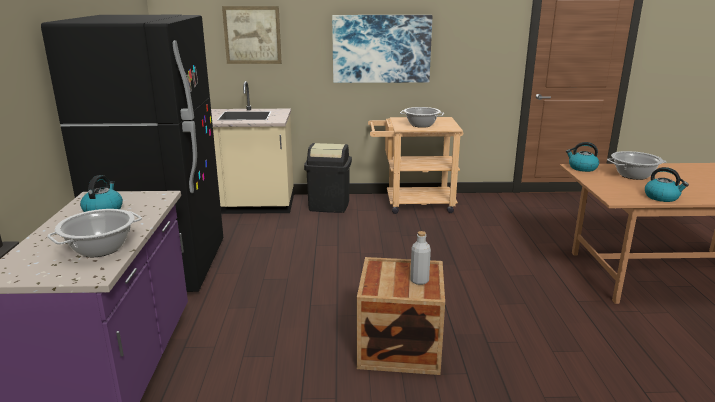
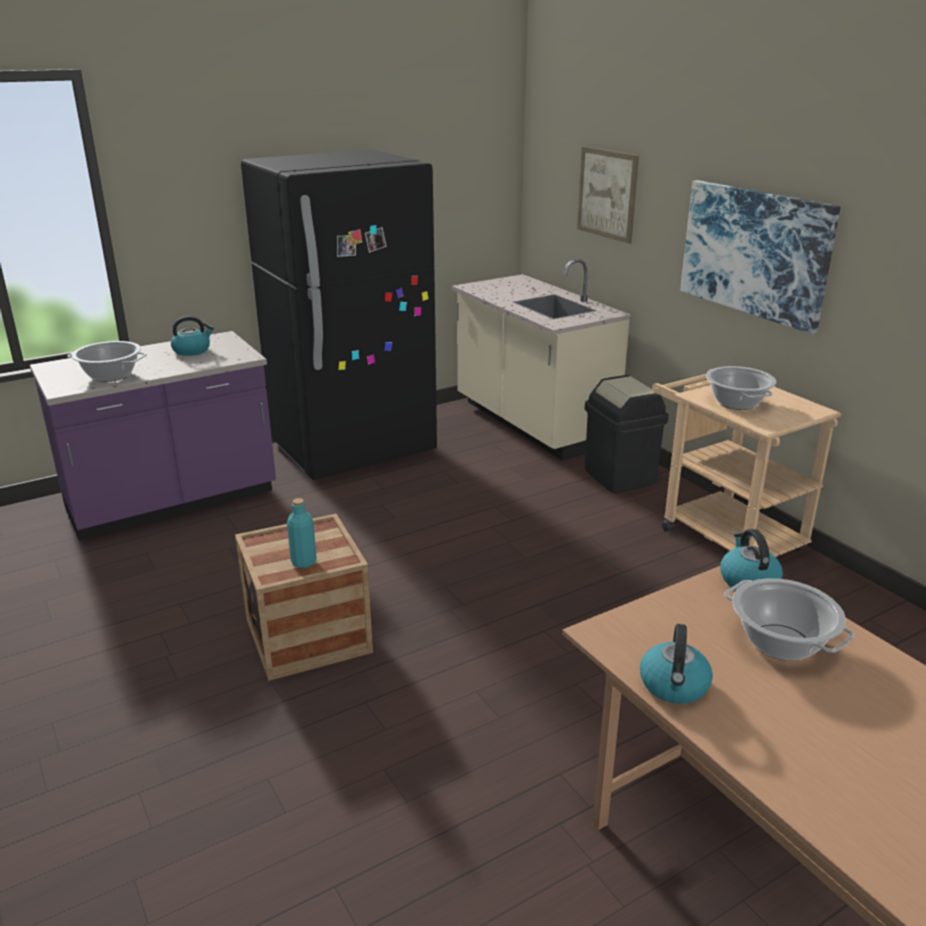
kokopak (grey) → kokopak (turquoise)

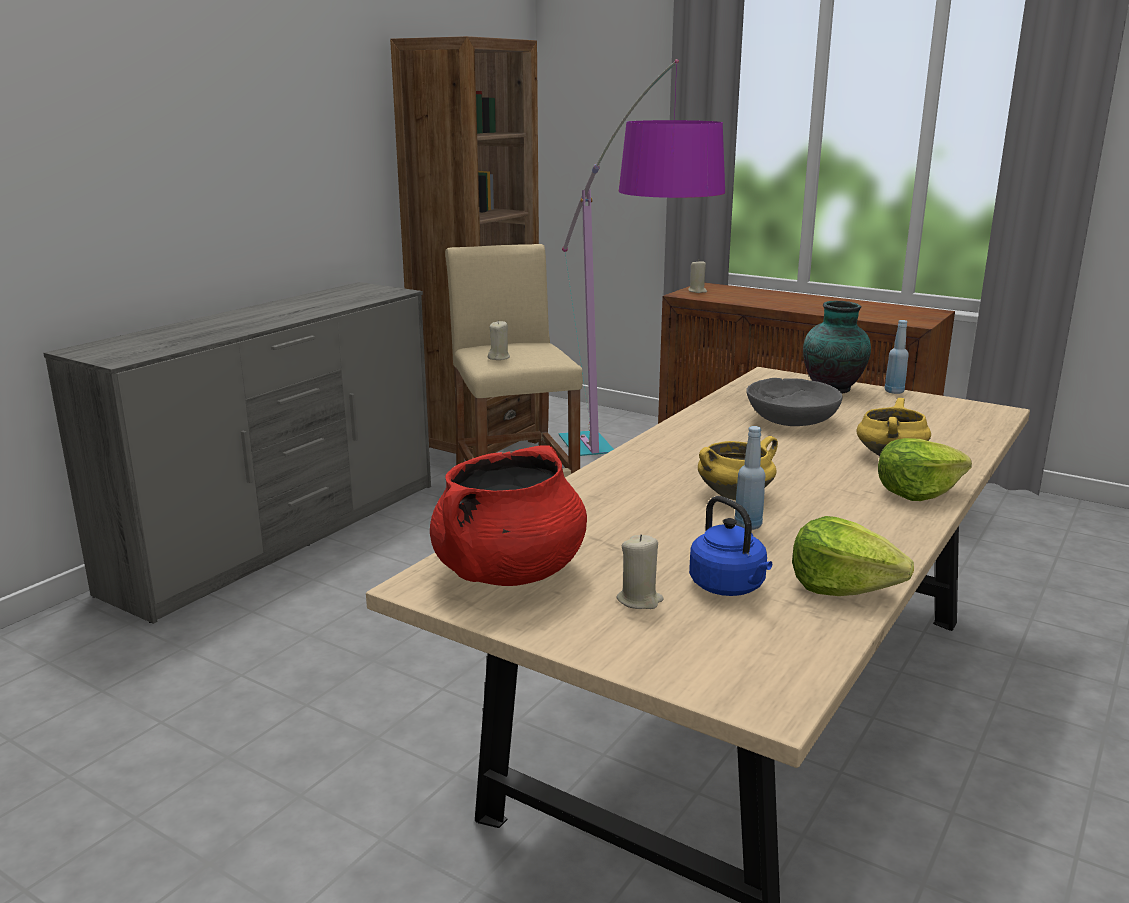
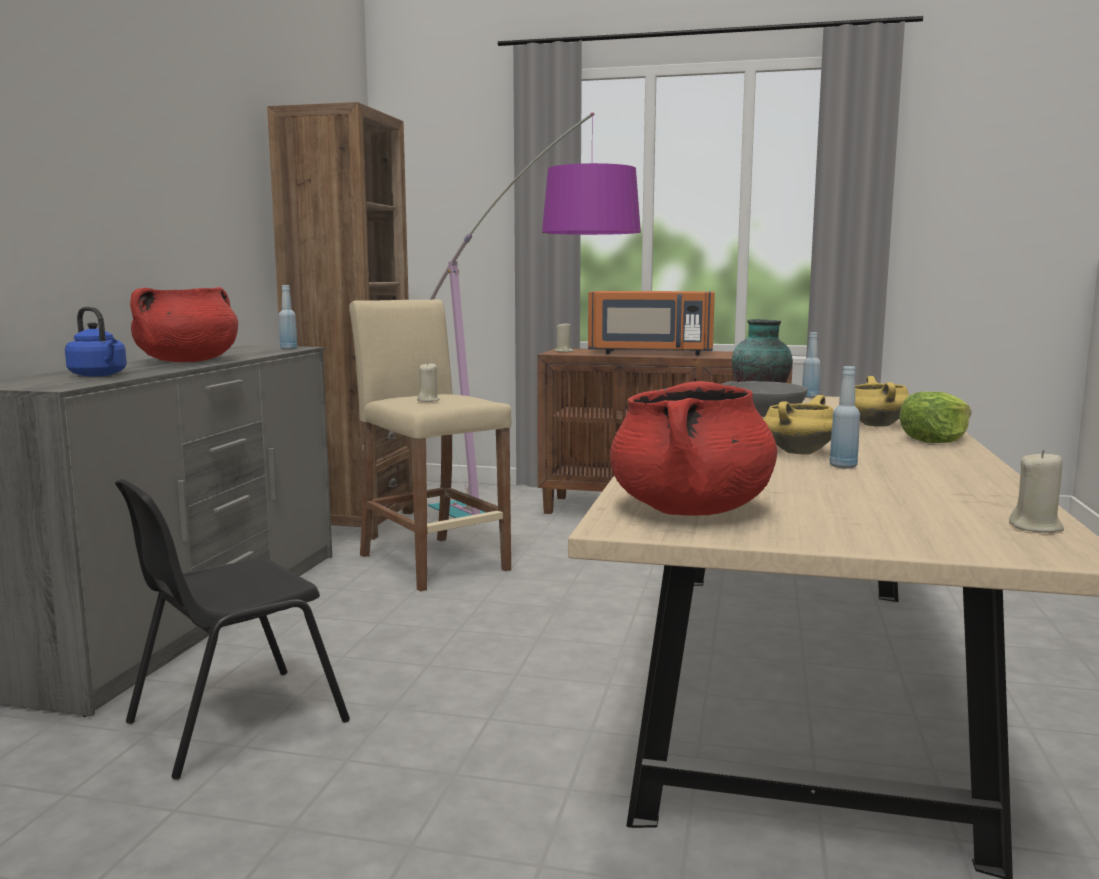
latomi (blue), move
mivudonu (1st from left) → -
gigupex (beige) (2nd from left in the first image) → gigupex (beige) (3rd from left), move
- → kokopak (blue) (1st from left)
- → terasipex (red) (1st from left)
- → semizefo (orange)
- → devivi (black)

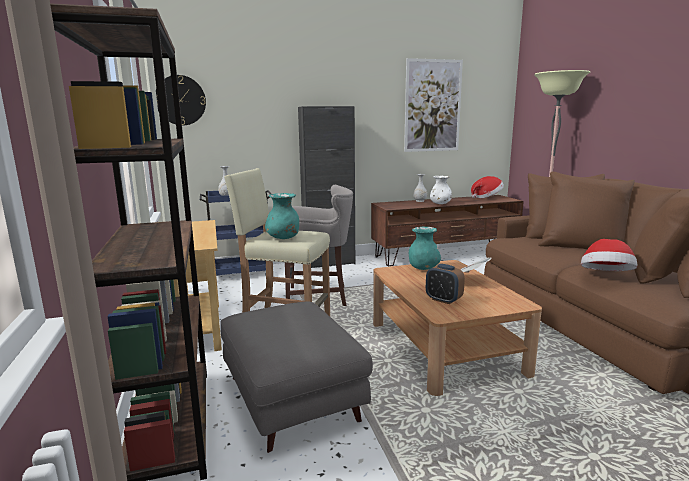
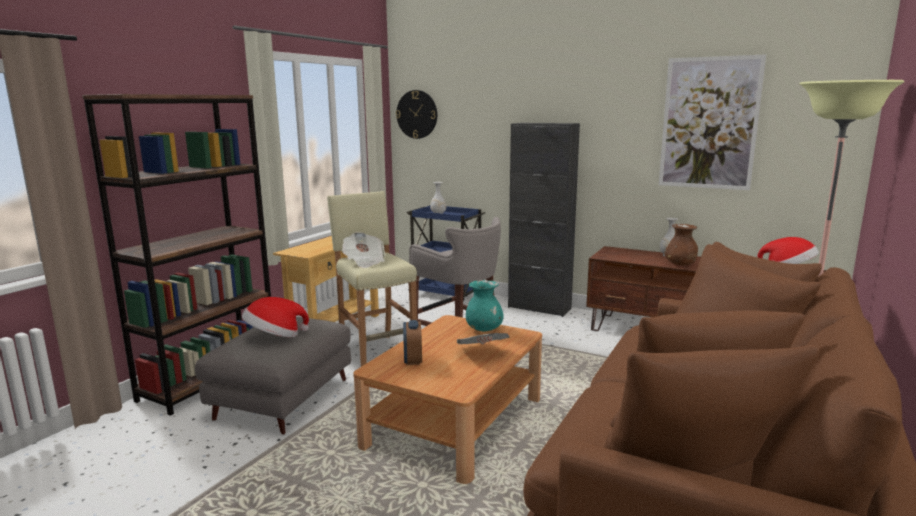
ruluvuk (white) (3rd from left) → ruluvuk (brown)
ruluvuk (turquoise) (1st from left) → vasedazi (1st from left)
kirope (2nd from left in the first image) → kirope (1st from left), move

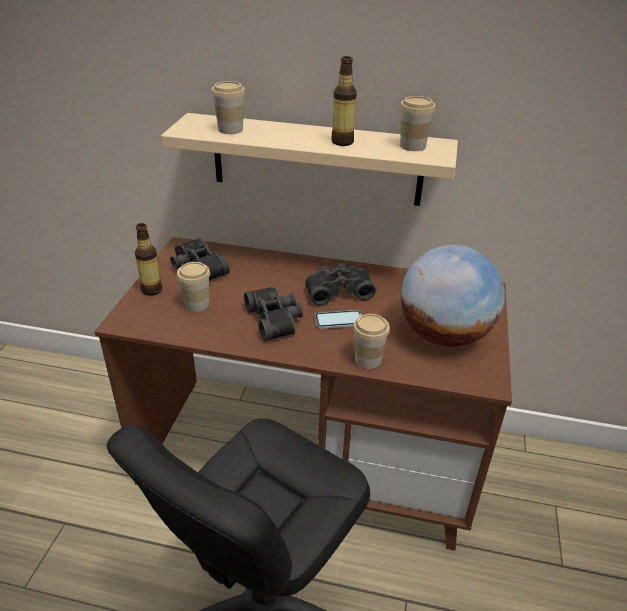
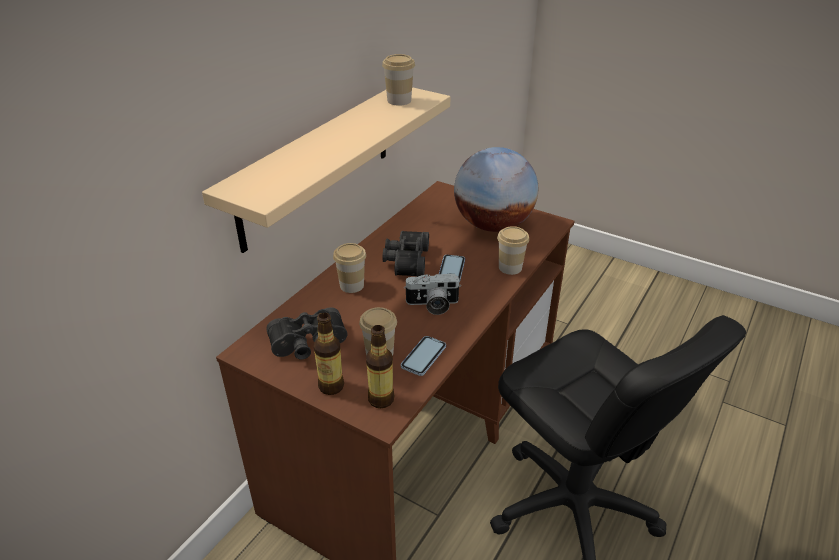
kokopak (2nd from left), move
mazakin (2nd from left in the first image) → mazakin (1st from left), move
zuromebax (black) (2nd from left) → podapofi
- → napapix (1st from left)

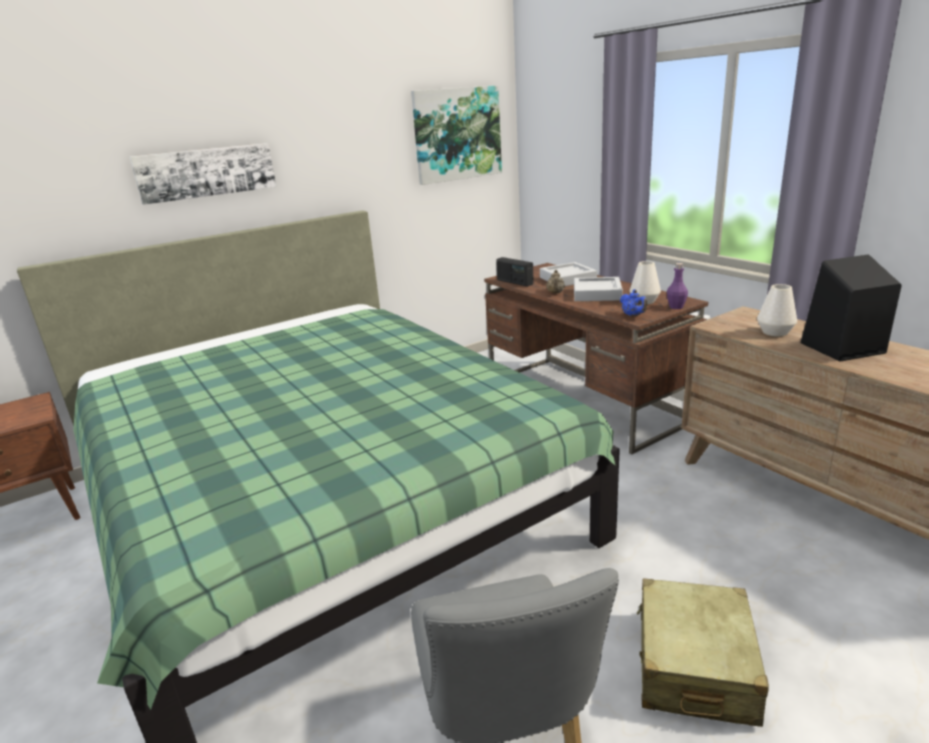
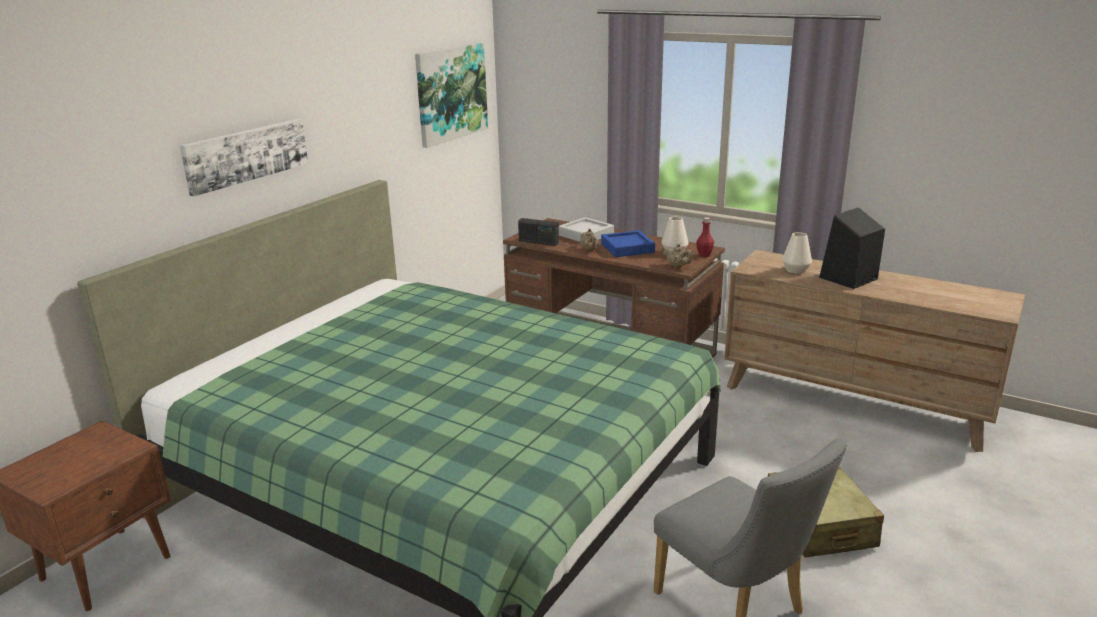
kokopak (purple) → kokopak (red)
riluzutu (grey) (2nd from left) → riluzutu (blue)
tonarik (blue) → tonarik (beige) (2nd from left)

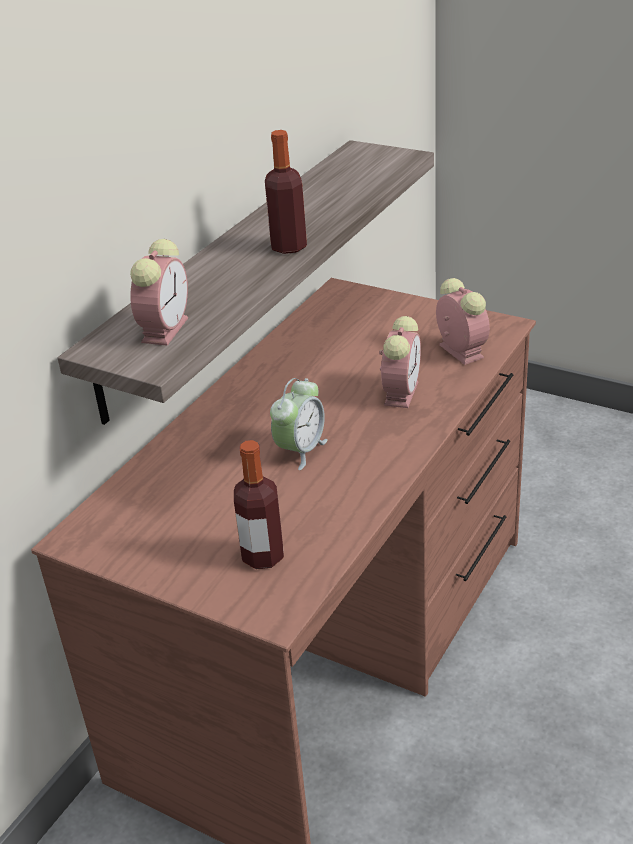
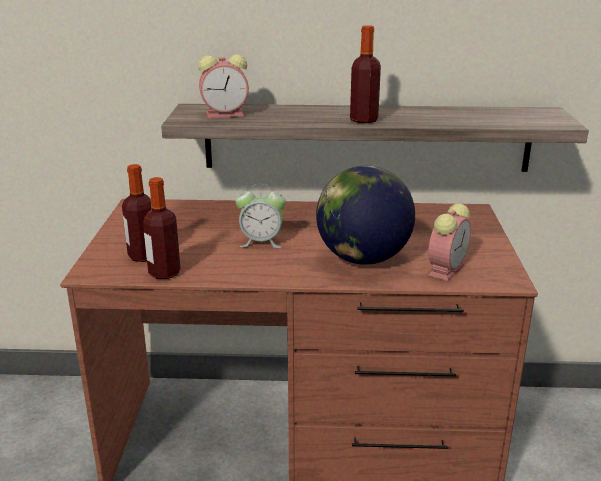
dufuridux (3rd from left) → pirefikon
- → kokopak (2nd from left)

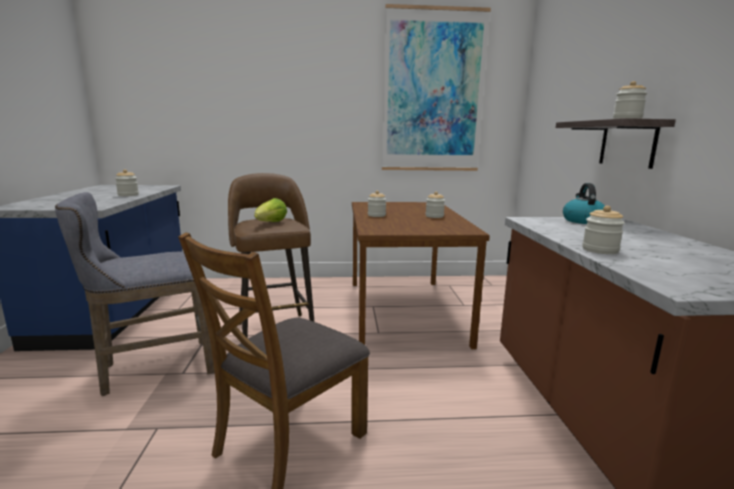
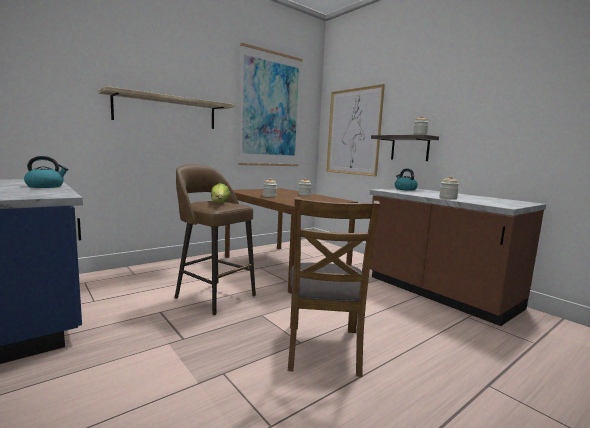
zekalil (1st from left) → latomi (1st from left)
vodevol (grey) → -
- → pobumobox (2nd from left)
- → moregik (1st from left)

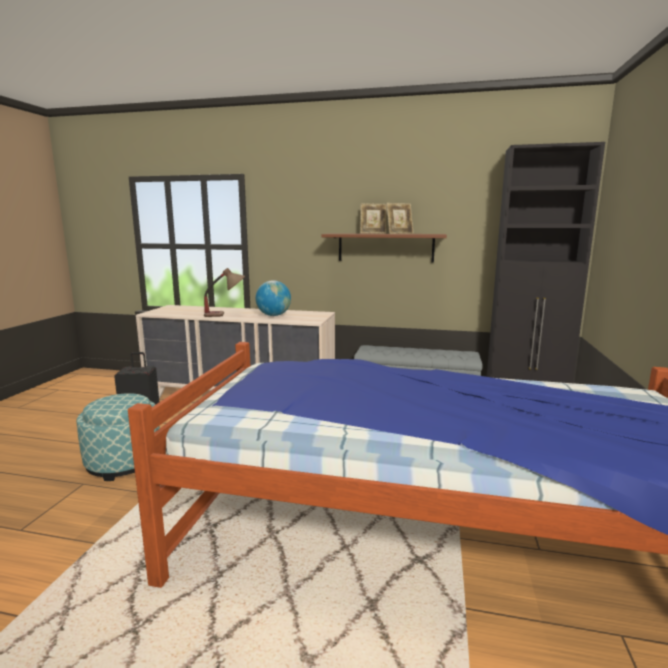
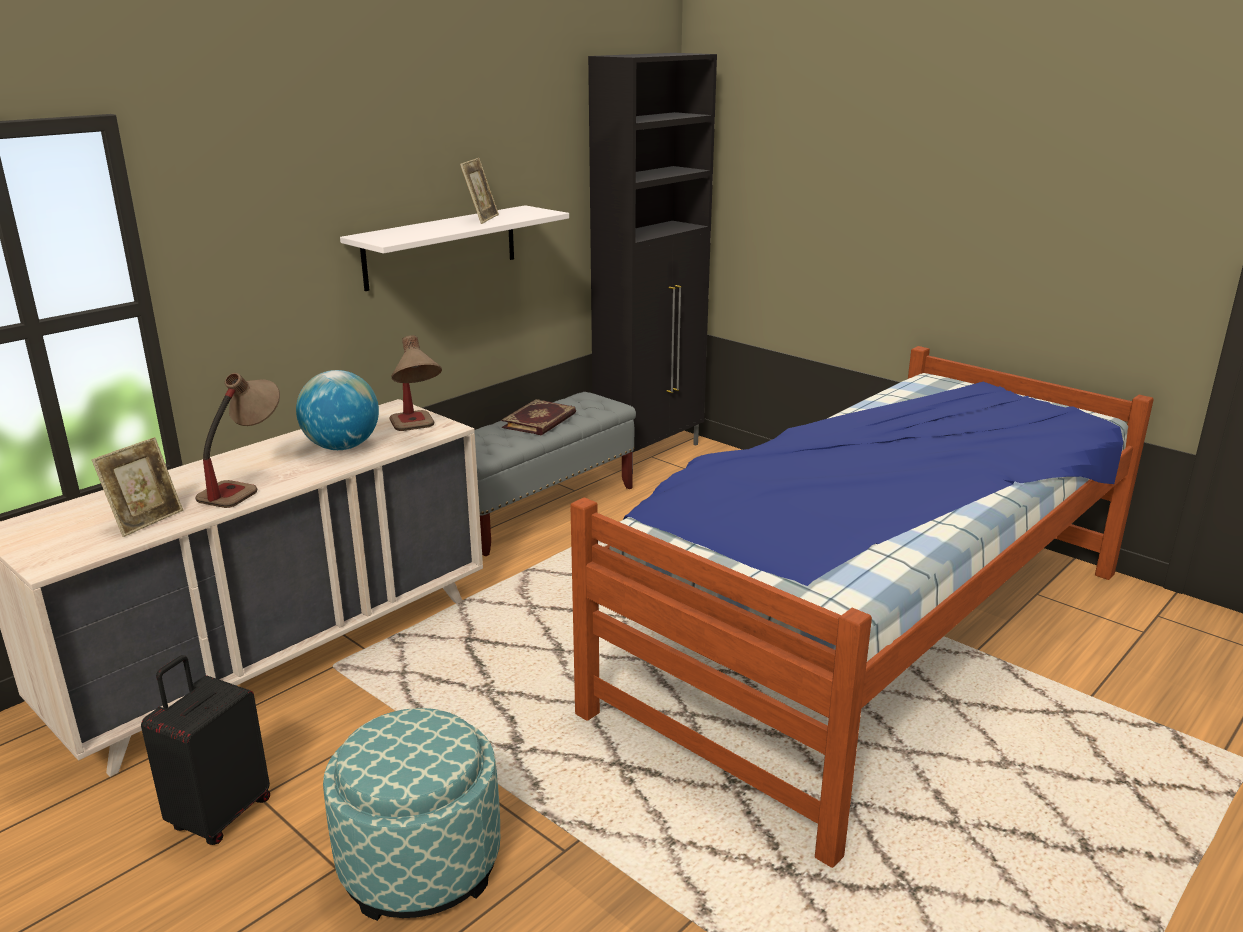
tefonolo (1st from left), move
moregik (brown) → moregik (white)
- → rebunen (2nd from left)
- → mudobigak

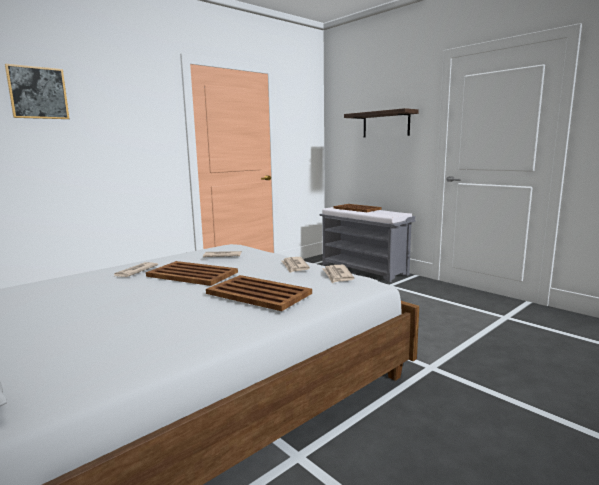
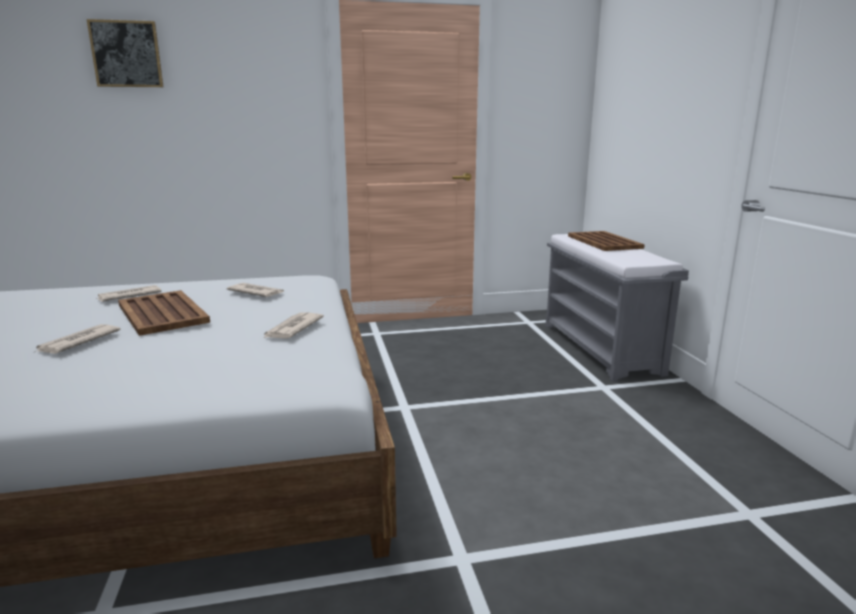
moregik → -
vasedazi (4th from left in the first image) → vasedazi (1st from left), move
riluzutu (brown) (2nd from left) → -

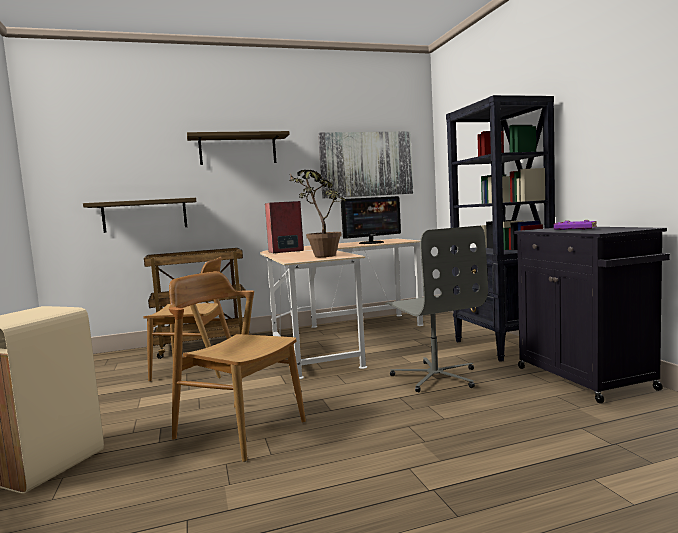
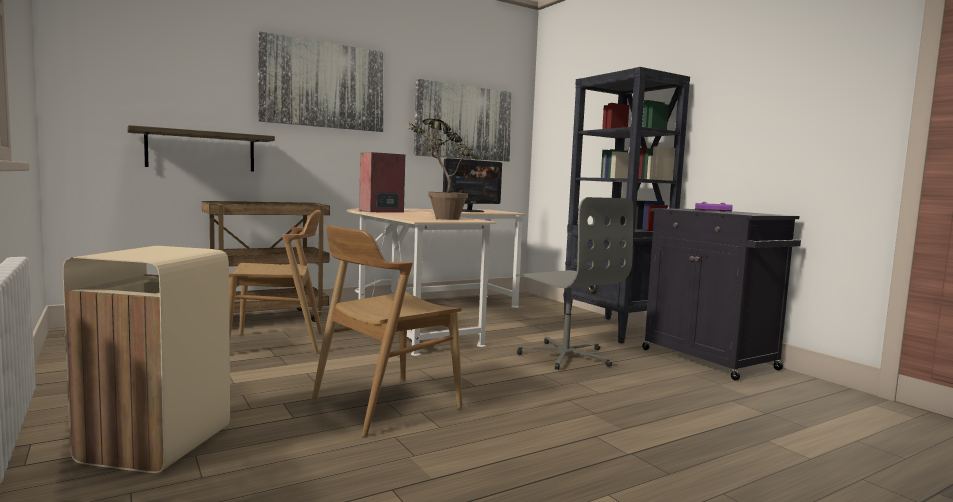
moregik (2nd from left) → pobumobox (1st from left)
devivi (brown) (2nd from left), 60 degrees counterclockwise

